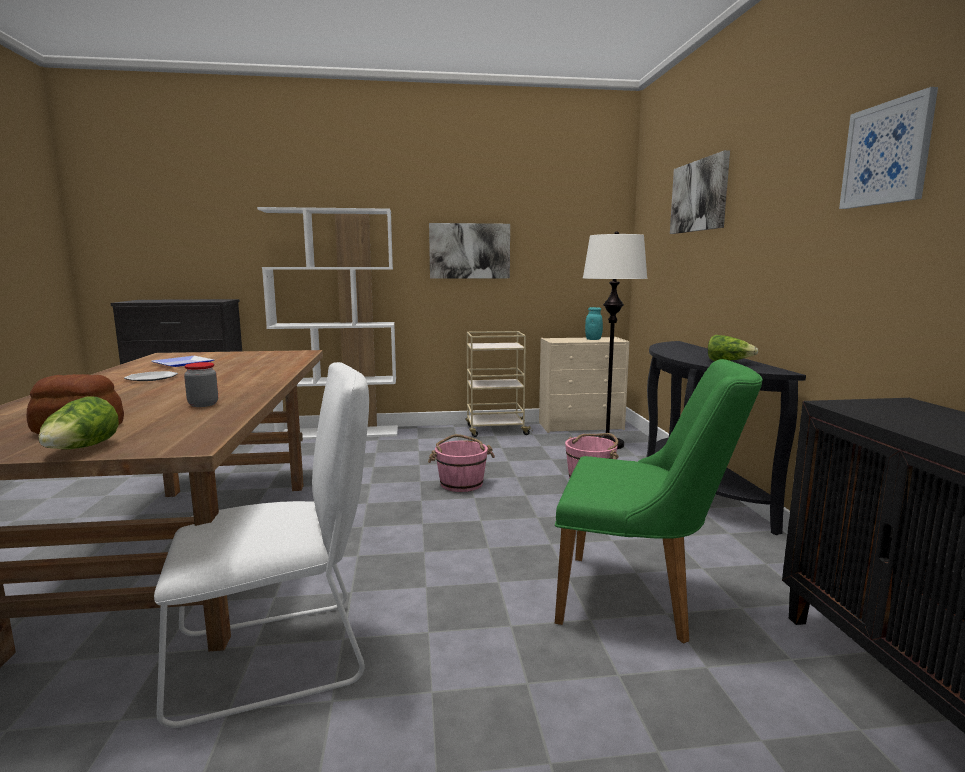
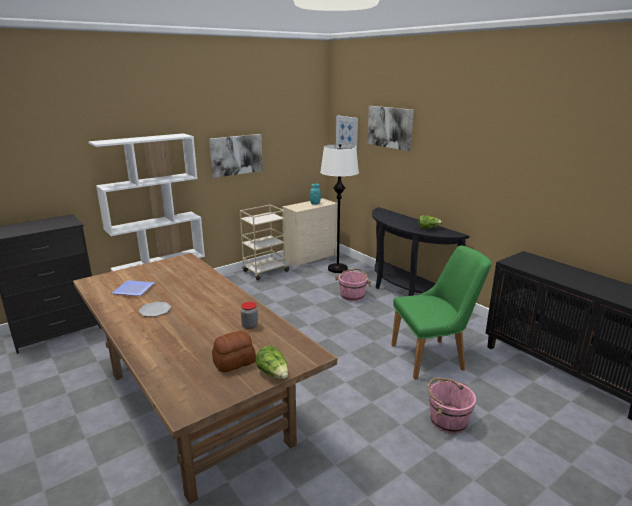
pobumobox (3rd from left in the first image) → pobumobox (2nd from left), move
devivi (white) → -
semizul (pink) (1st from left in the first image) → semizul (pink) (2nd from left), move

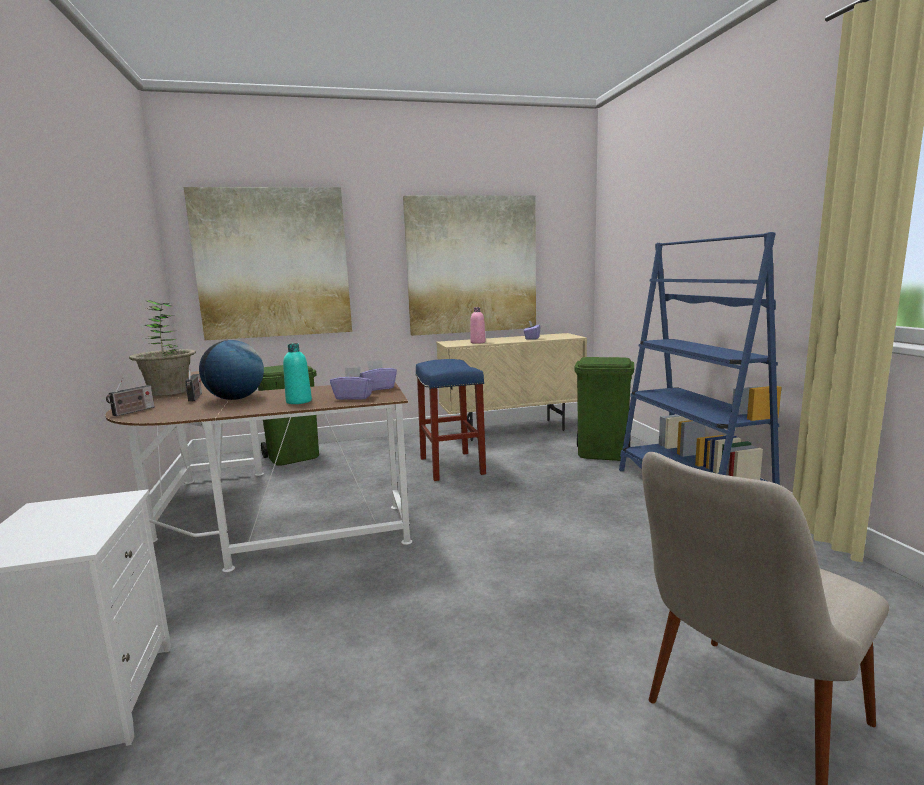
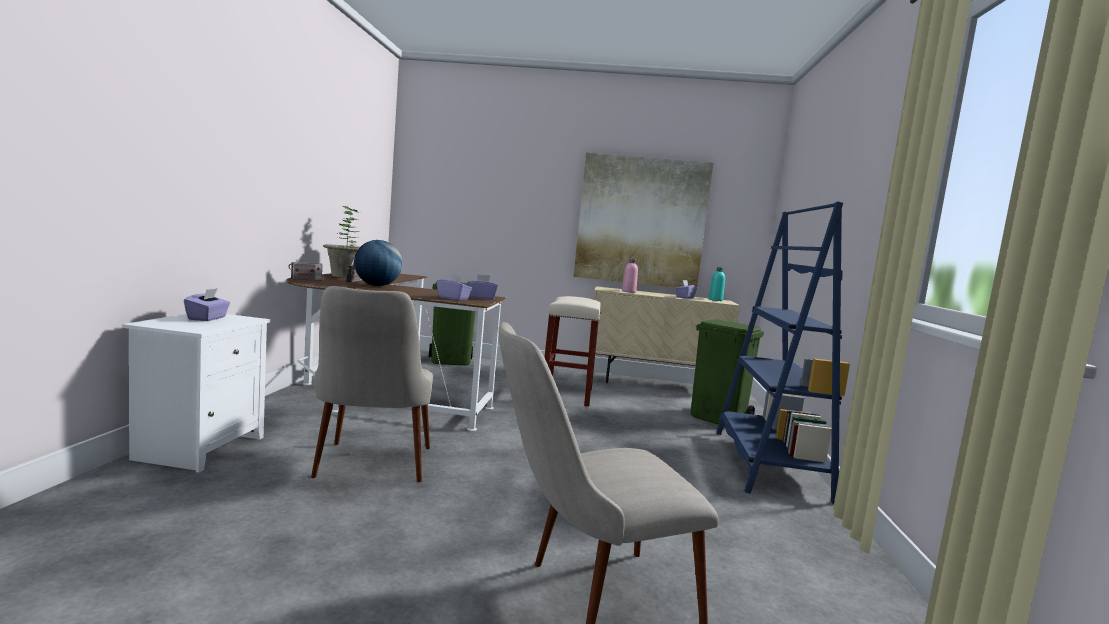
pobumobox (1st from left) → -
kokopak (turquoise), move
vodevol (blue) → vodevol (beige)
- → devivi (beige) (1st from left)
- → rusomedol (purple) (1st from left)

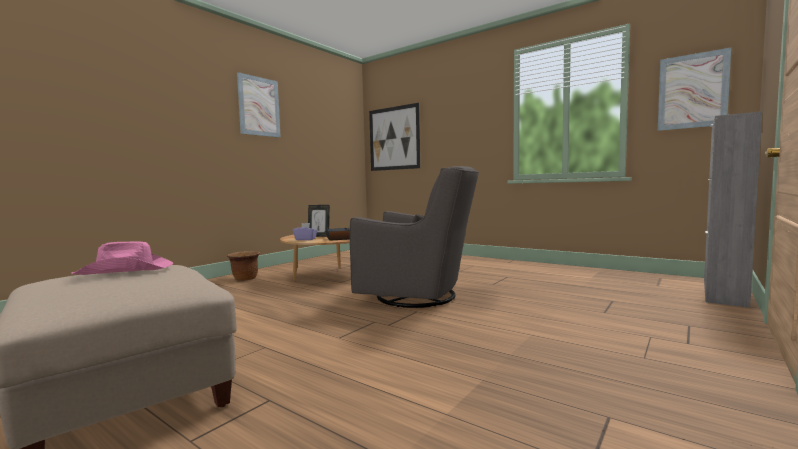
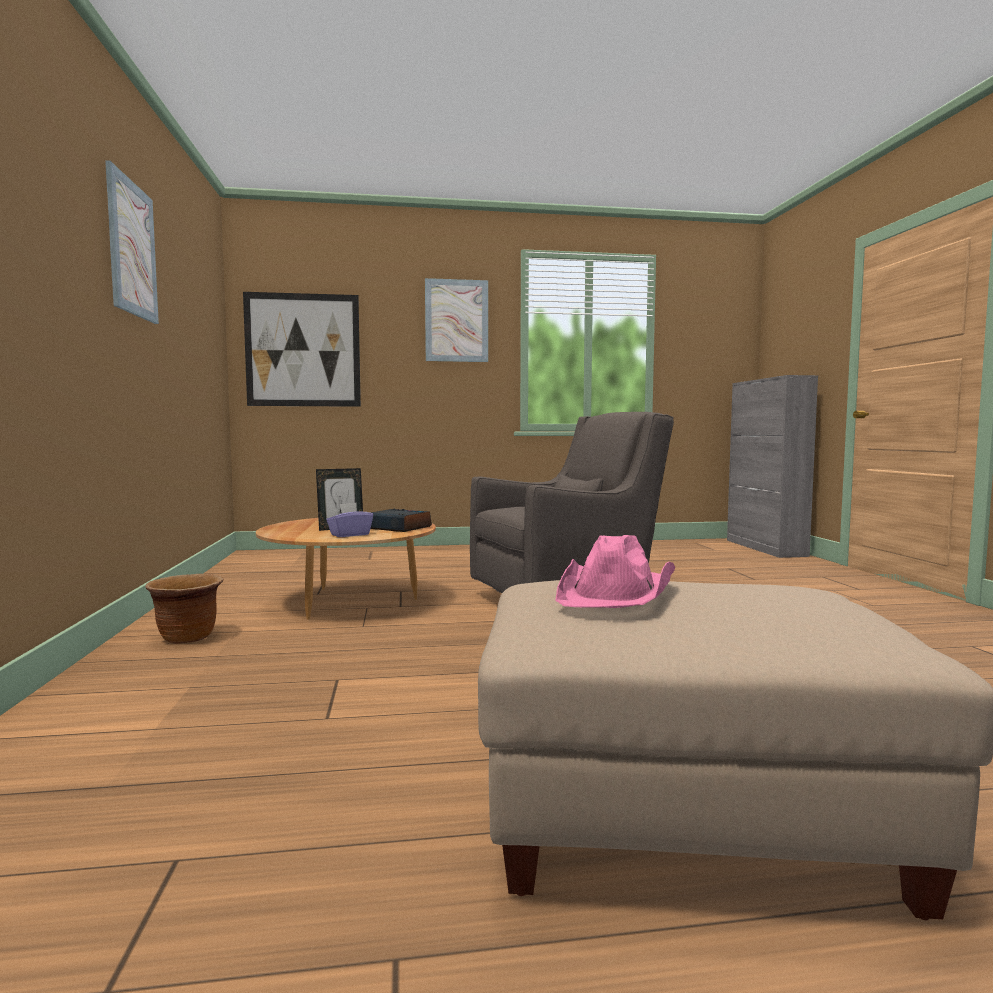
pobumobox (3rd from left), move

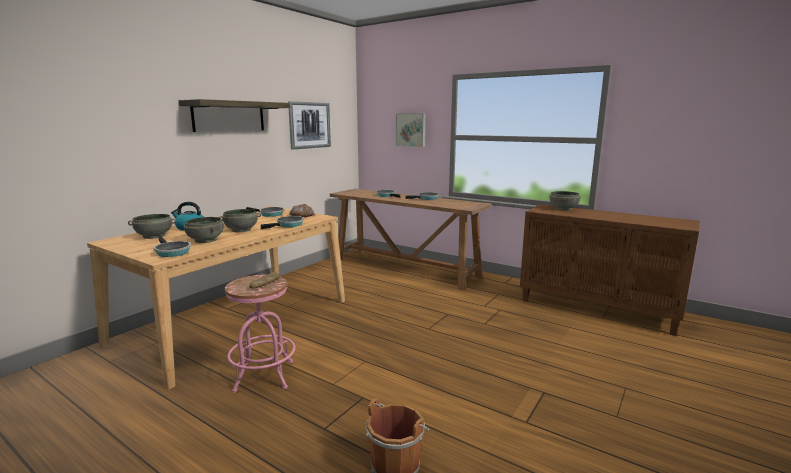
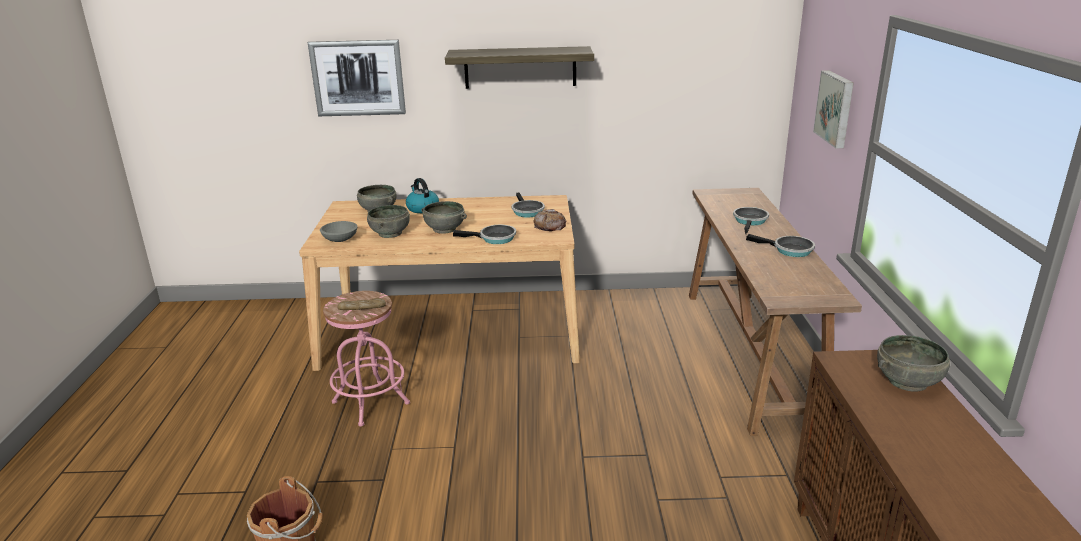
pobumobox (1st from left), move
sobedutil (1st from left) → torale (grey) (1st from left)

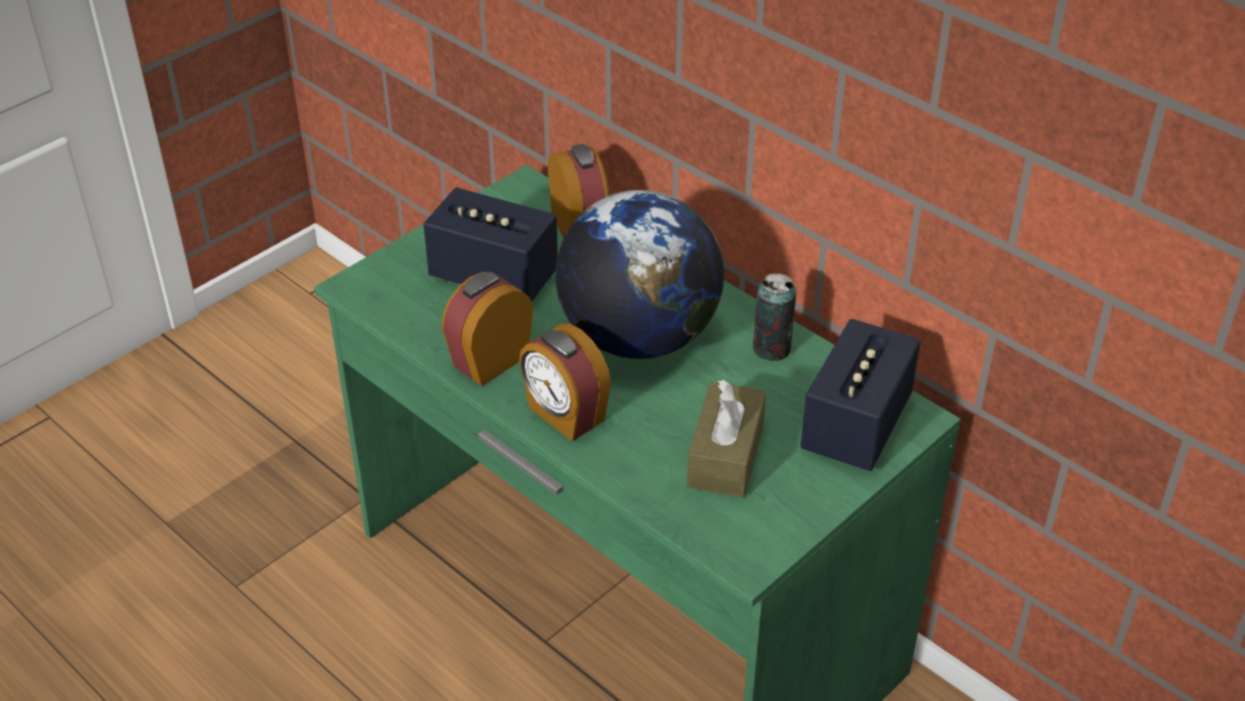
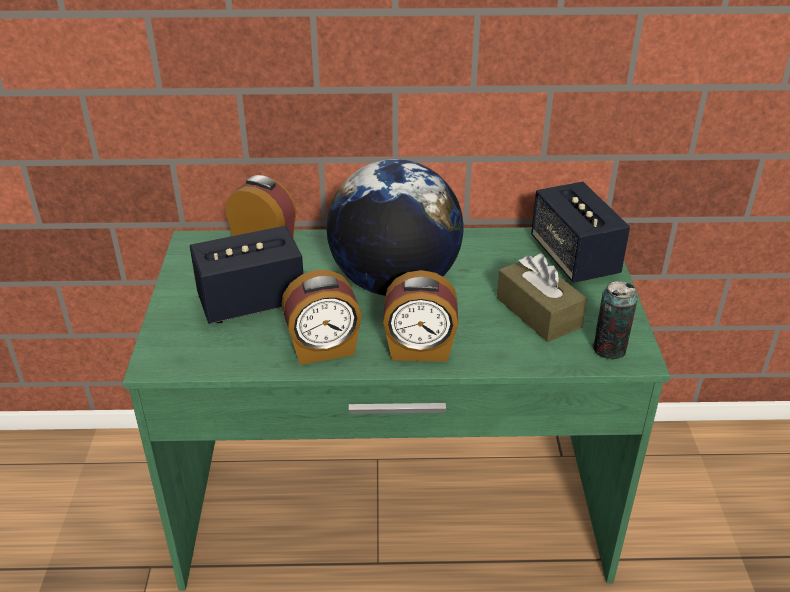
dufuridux (1st from left in the first image) → dufuridux (2nd from left), 105 degrees counterclockwise
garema, move

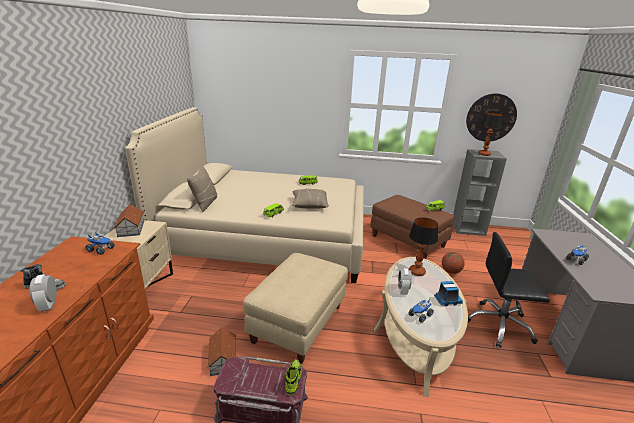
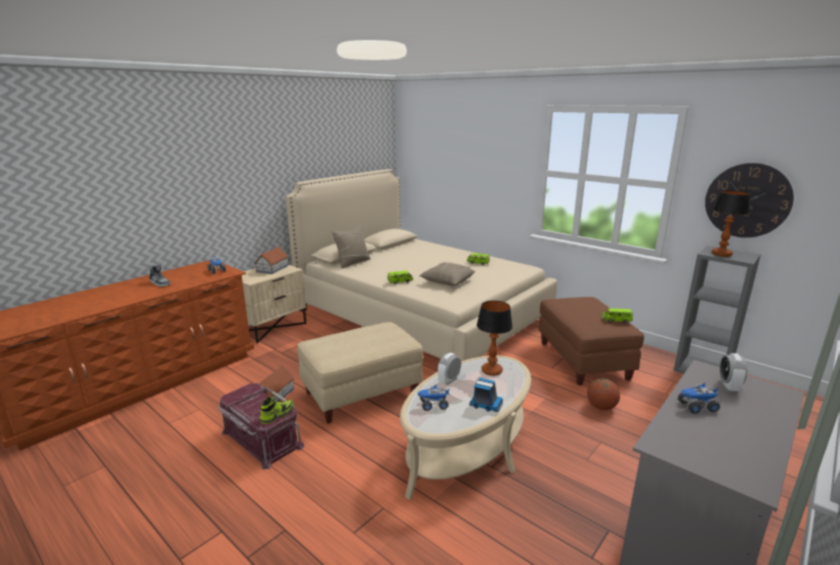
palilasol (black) → -
dufuridux (1st from left in the first image) → dufuridux (2nd from left), move

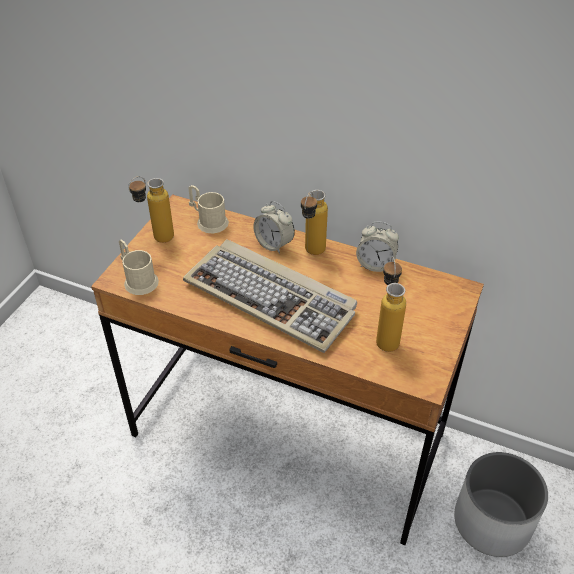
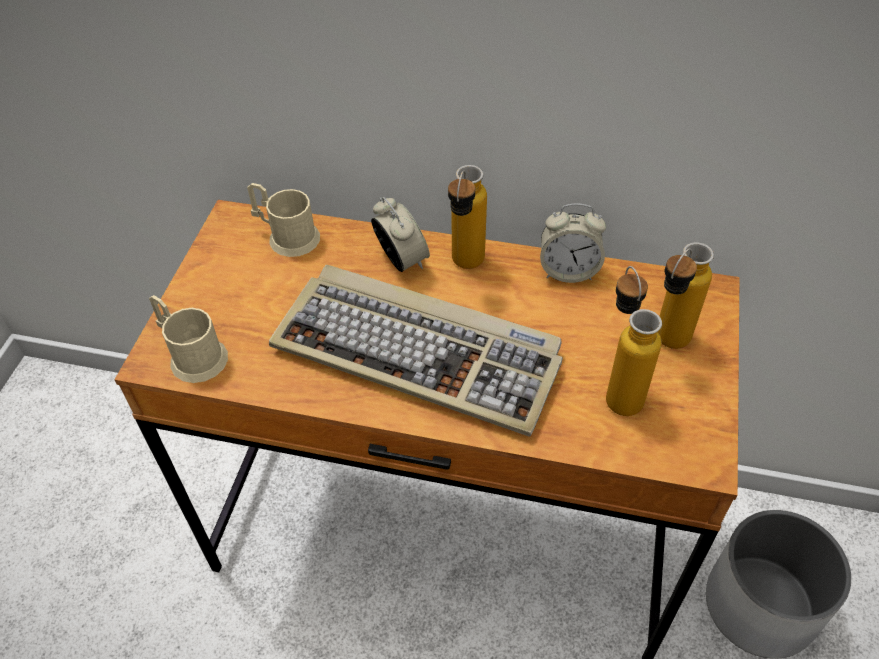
kokopak (1st from left in the first image) → kokopak (3rd from left), move
dufuridux (1st from left), 150 degrees counterclockwise

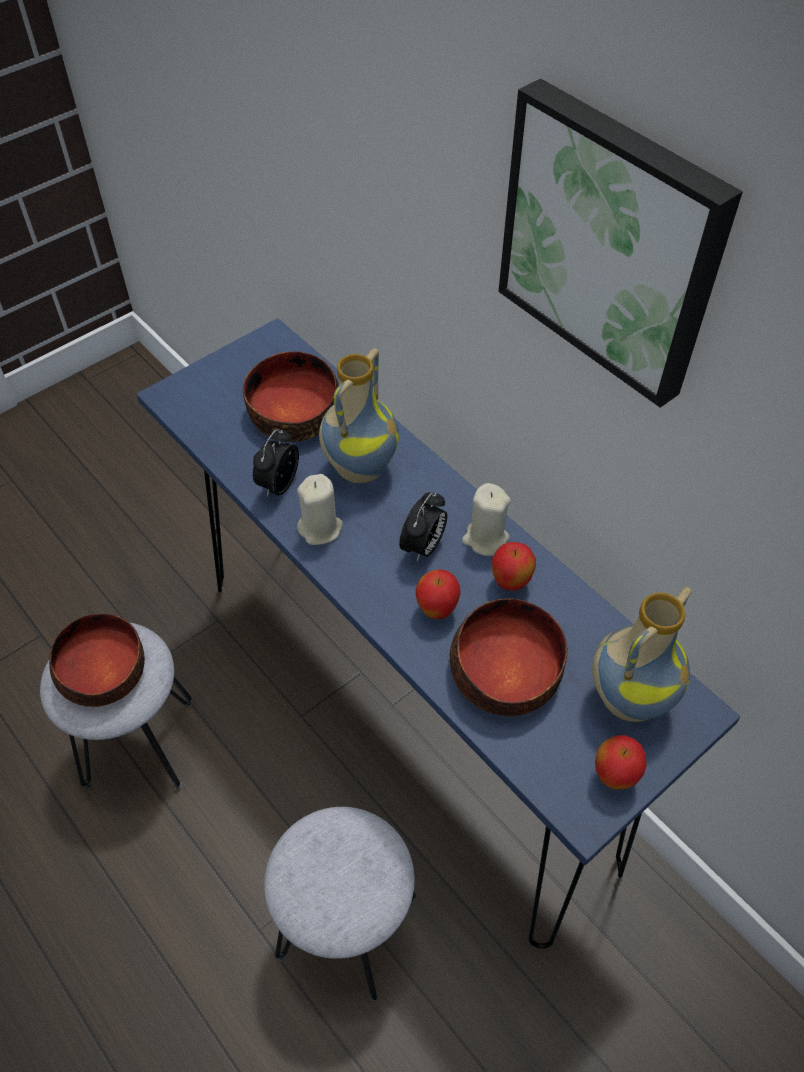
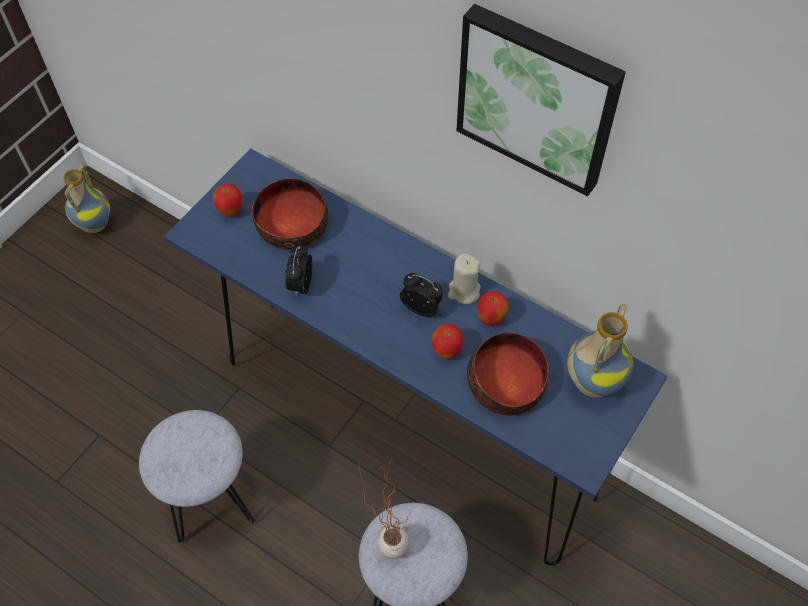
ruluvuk (1st from left), move
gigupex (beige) (1st from left) → -
dufuridux (2nd from left), 75 degrees counterclockwise
torale (1st from left) → -
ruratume (3rd from left in the first image) → ruratume (1st from left), move
- → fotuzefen

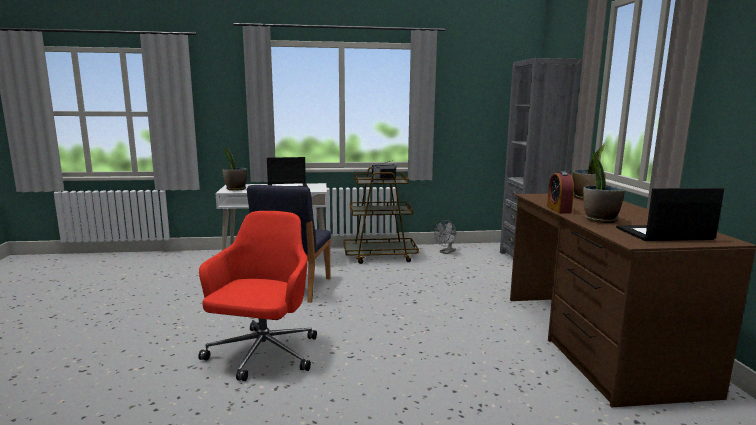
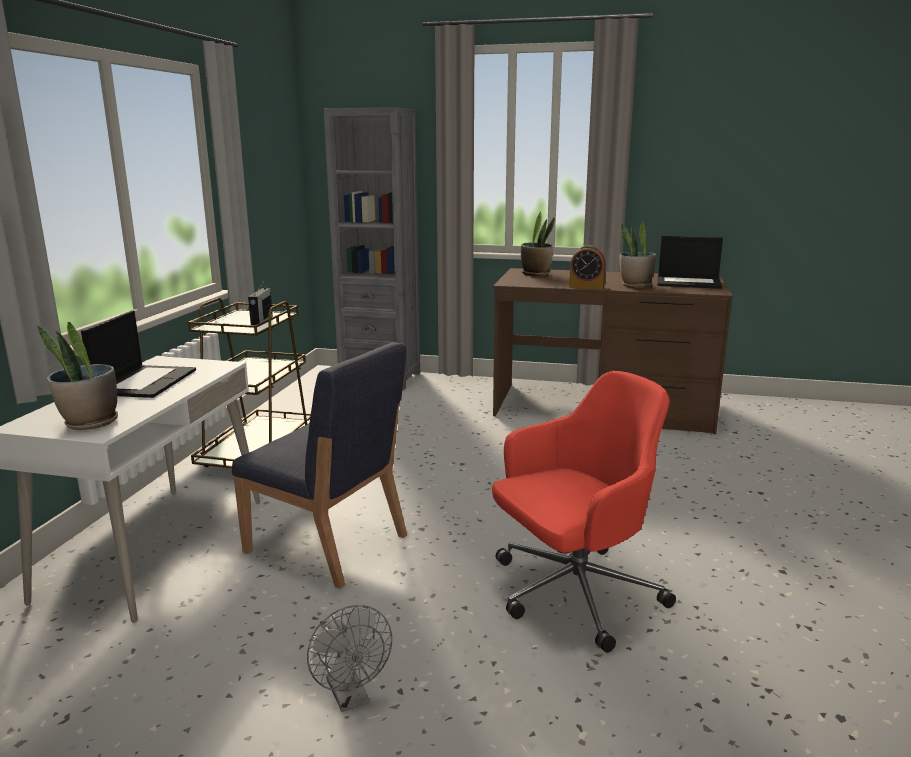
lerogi (2nd from left), 90 degrees counterclockwise
palilasol (red), 120 degrees clockwise
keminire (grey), move

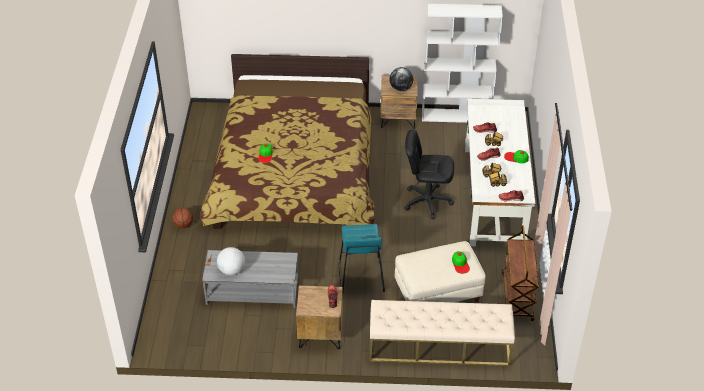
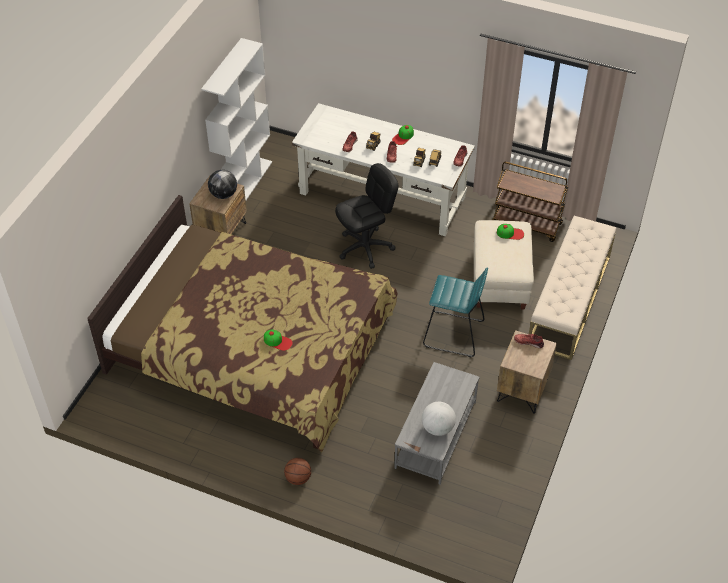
palilasol (black), 150 degrees counterclockwise

